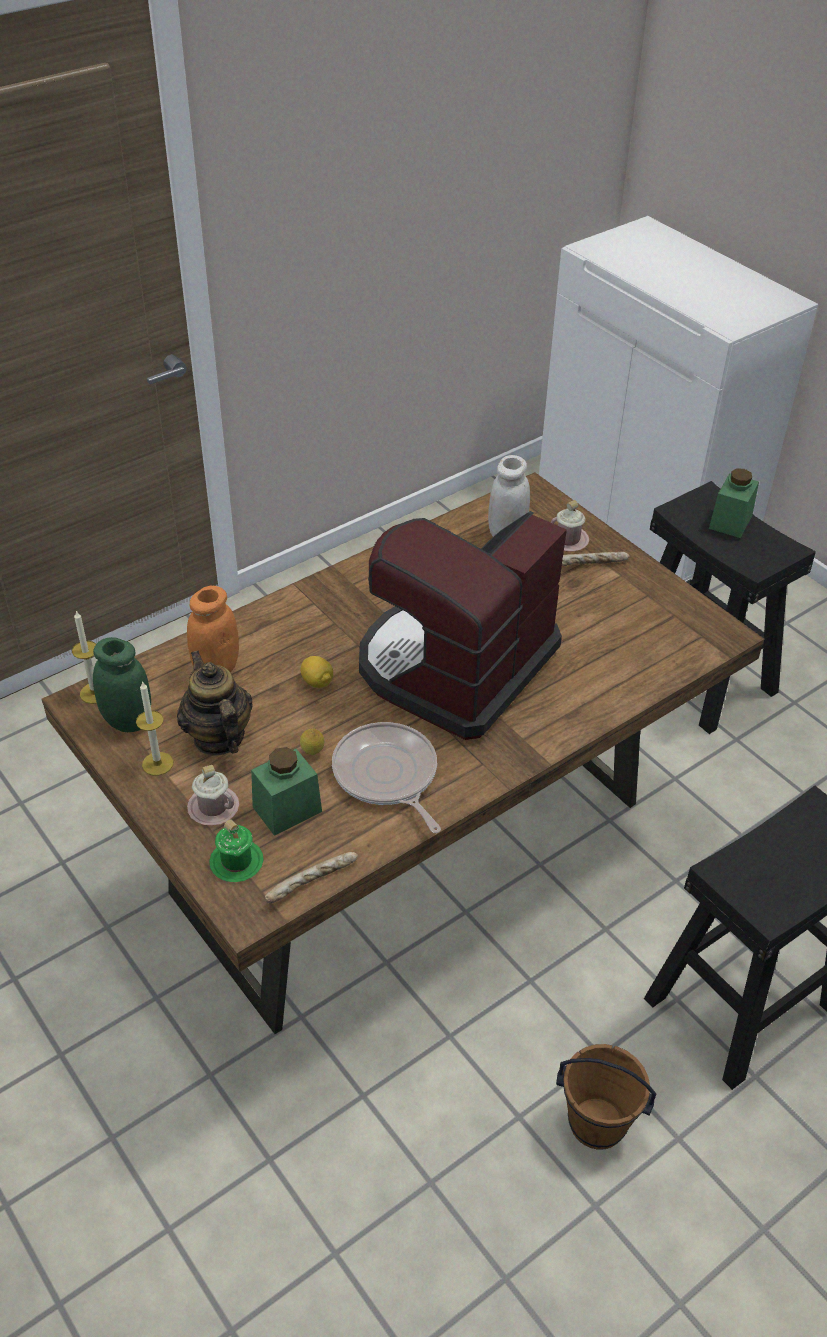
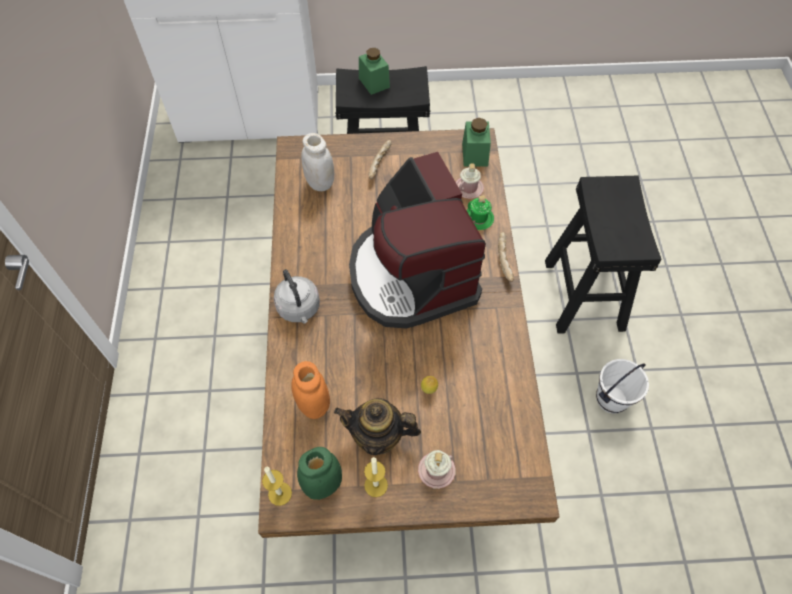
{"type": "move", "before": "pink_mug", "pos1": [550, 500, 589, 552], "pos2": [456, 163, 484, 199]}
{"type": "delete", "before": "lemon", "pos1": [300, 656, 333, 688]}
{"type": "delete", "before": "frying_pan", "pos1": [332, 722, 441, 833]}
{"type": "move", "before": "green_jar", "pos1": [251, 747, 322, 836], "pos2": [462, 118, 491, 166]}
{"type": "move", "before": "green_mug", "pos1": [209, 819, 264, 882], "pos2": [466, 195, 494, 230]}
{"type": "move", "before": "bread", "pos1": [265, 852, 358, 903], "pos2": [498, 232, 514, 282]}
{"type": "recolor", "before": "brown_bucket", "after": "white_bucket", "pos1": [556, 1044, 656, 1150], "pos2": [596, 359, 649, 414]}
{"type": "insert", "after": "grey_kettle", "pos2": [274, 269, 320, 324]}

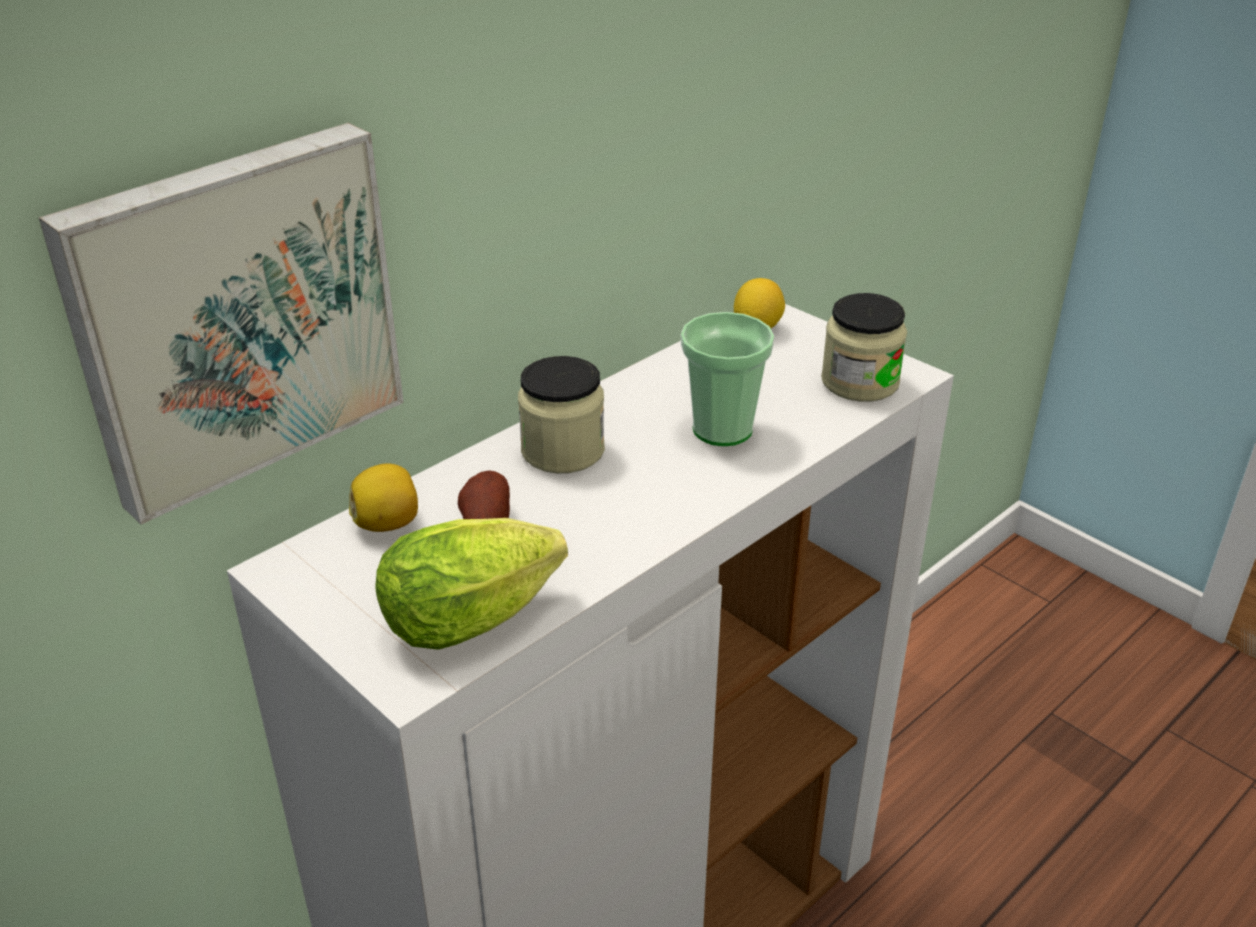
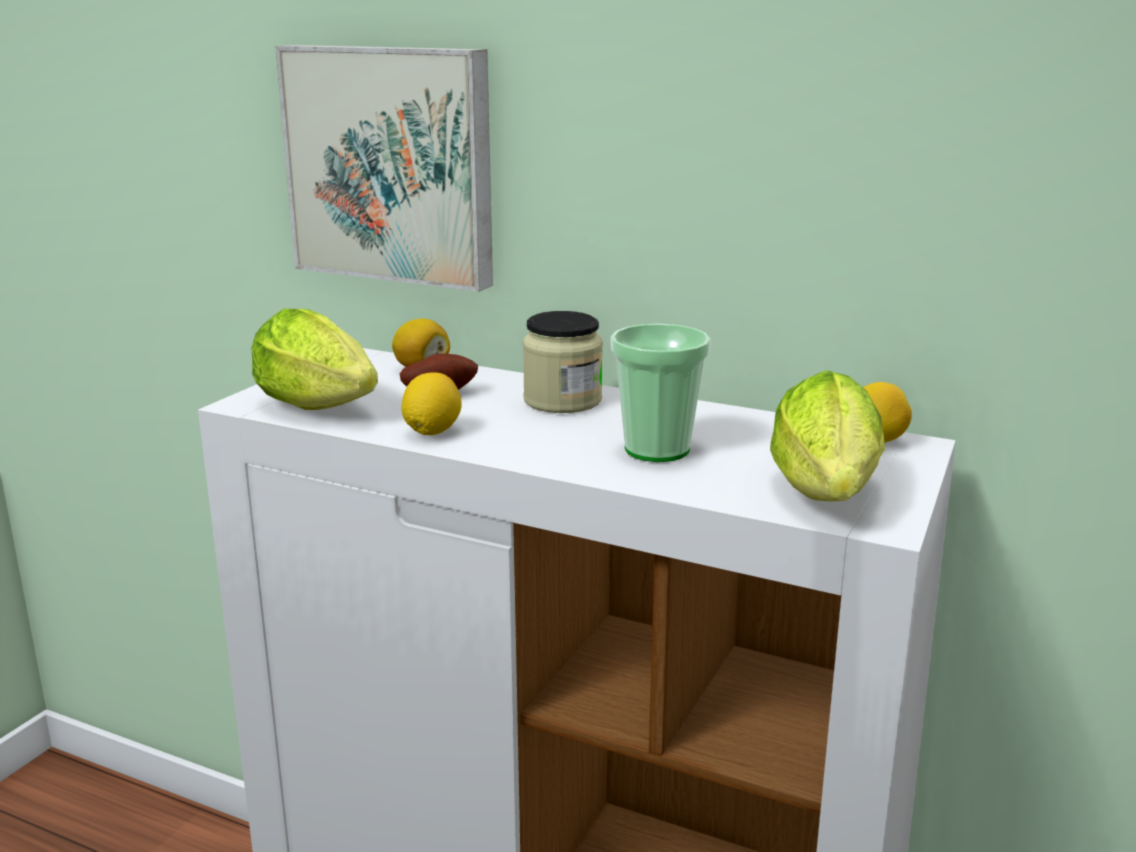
{"type": "replace", "before": "jar", "after": "lettuce", "pos1": [821, 293, 907, 402], "pos2": [770, 370, 885, 502]}
{"type": "insert", "after": "lemon", "pos2": [402, 372, 462, 435]}

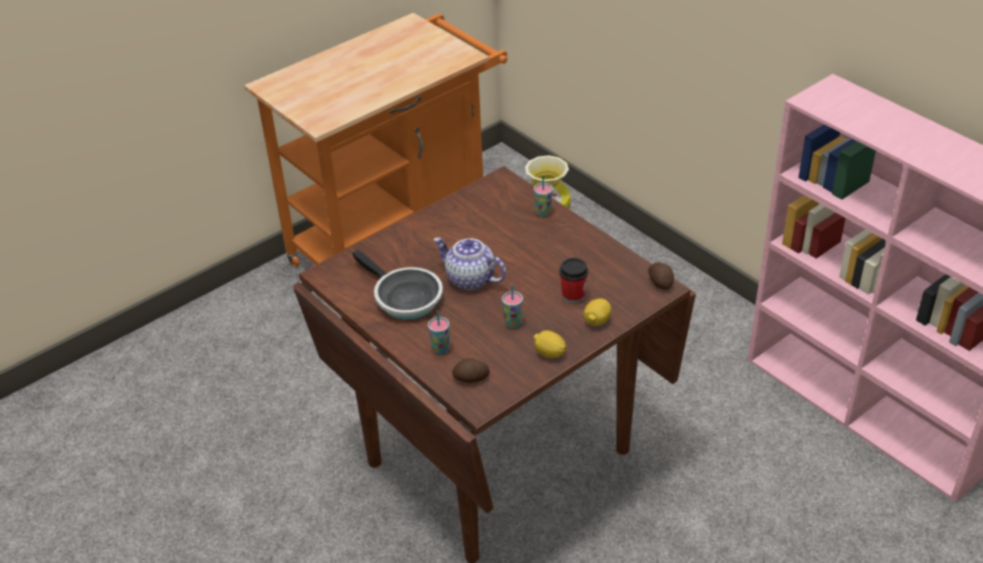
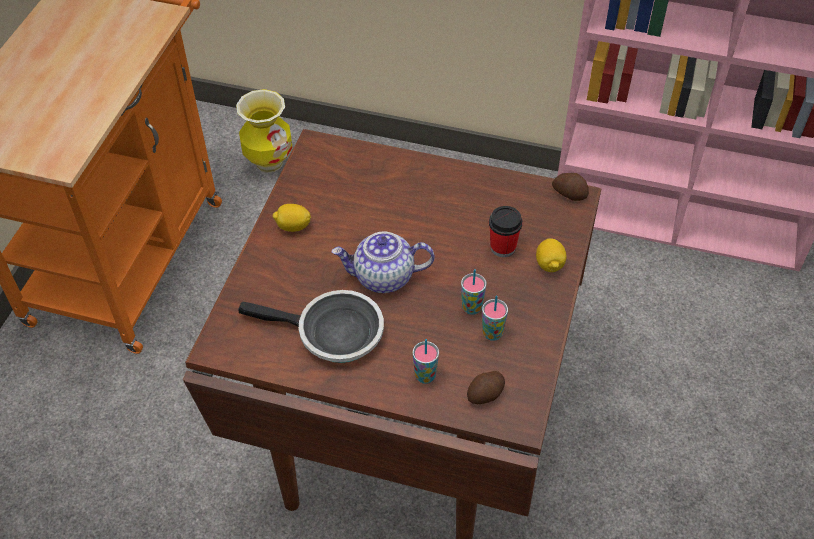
{"type": "move", "before": "cup", "pos1": [534, 176, 553, 217], "pos2": [482, 296, 508, 341]}
{"type": "move", "before": "lemon", "pos1": [534, 330, 566, 358], "pos2": [273, 204, 311, 232]}

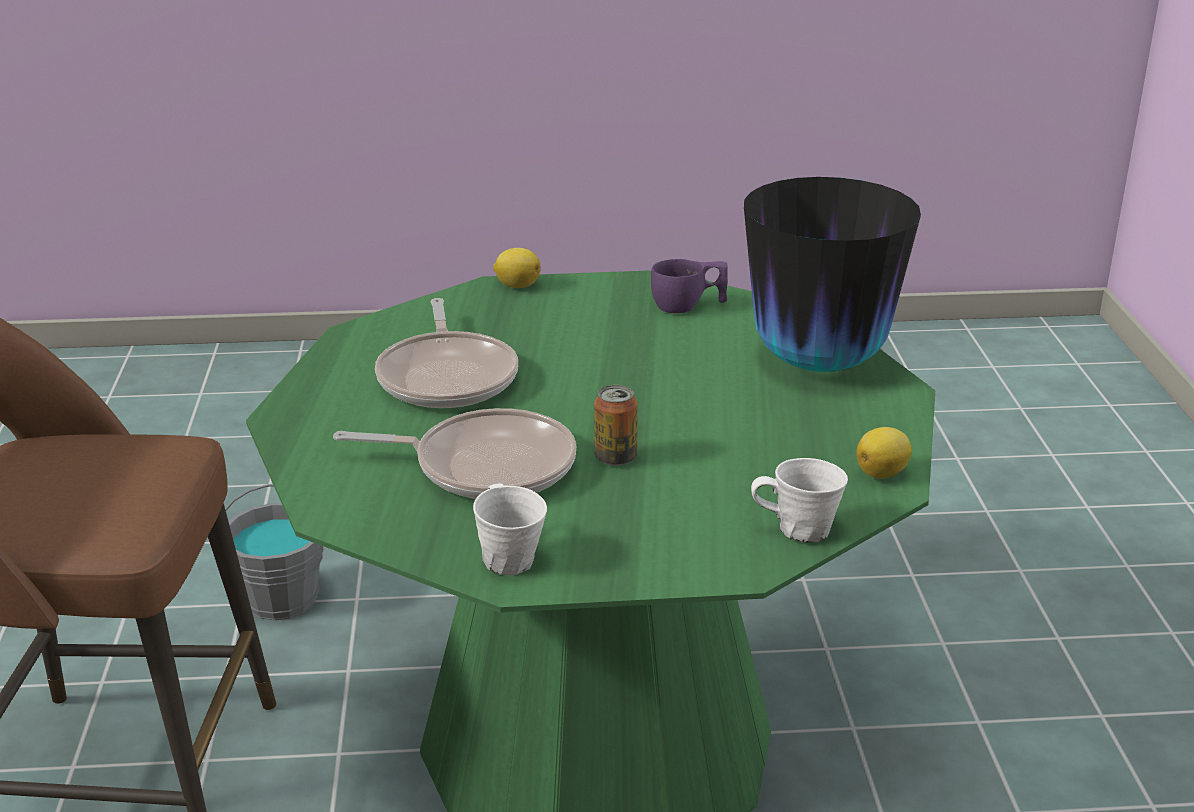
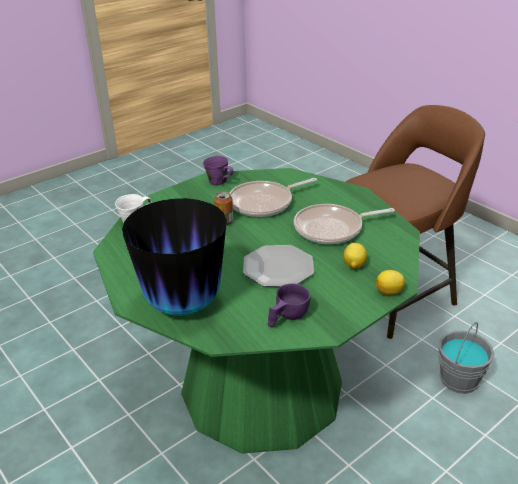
{"type": "rotate", "before": "frying_pan", "pos1": [375, 298, 518, 408], "pos2": [294, 204, 395, 244], "turn": -60}
{"type": "move", "before": "lemon", "pos1": [856, 427, 912, 479], "pos2": [343, 243, 367, 269]}
{"type": "recolor", "before": "white_mug", "after": "purple_mug", "pos1": [473, 483, 547, 575], "pos2": [203, 156, 234, 186]}
{"type": "insert", "after": "plate", "pos2": [243, 245, 314, 287]}

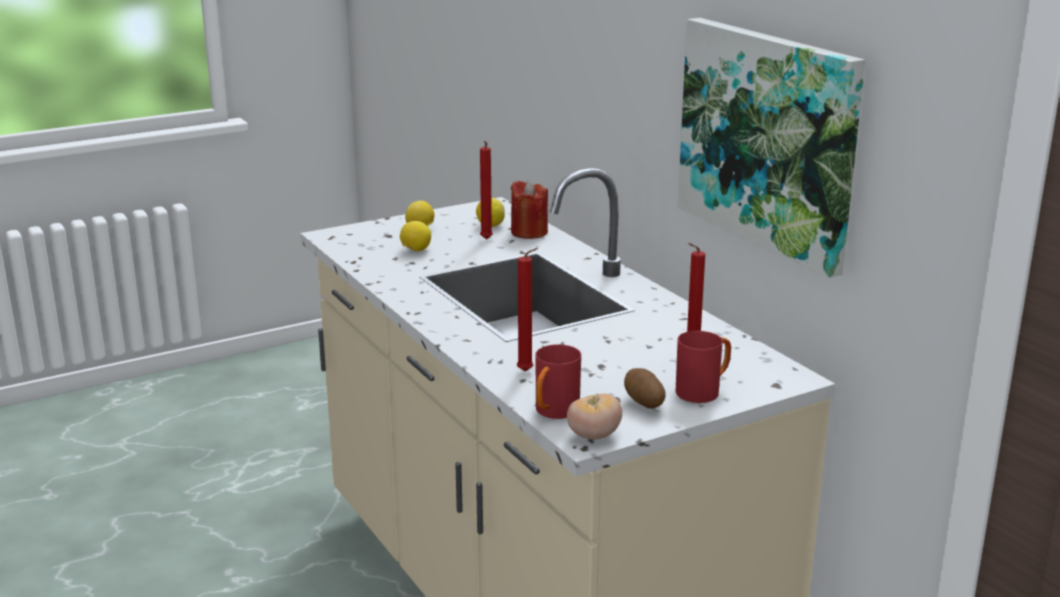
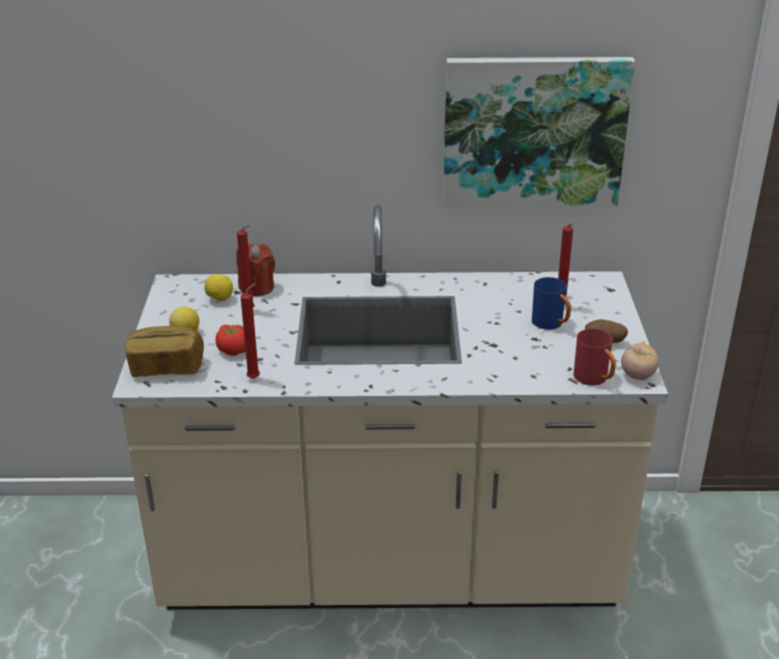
{"type": "replace", "before": "lemon", "after": "tomato", "pos1": [400, 221, 431, 252], "pos2": [216, 324, 246, 356]}
{"type": "move", "before": "red_candle", "pos1": [517, 248, 538, 371], "pos2": [241, 283, 260, 379]}
{"type": "delete", "before": "red_mug", "pos1": [675, 331, 731, 403]}
{"type": "insert", "after": "blue_mug", "pos2": [532, 277, 571, 330]}
{"type": "insert", "after": "bread", "pos2": [125, 326, 204, 377]}

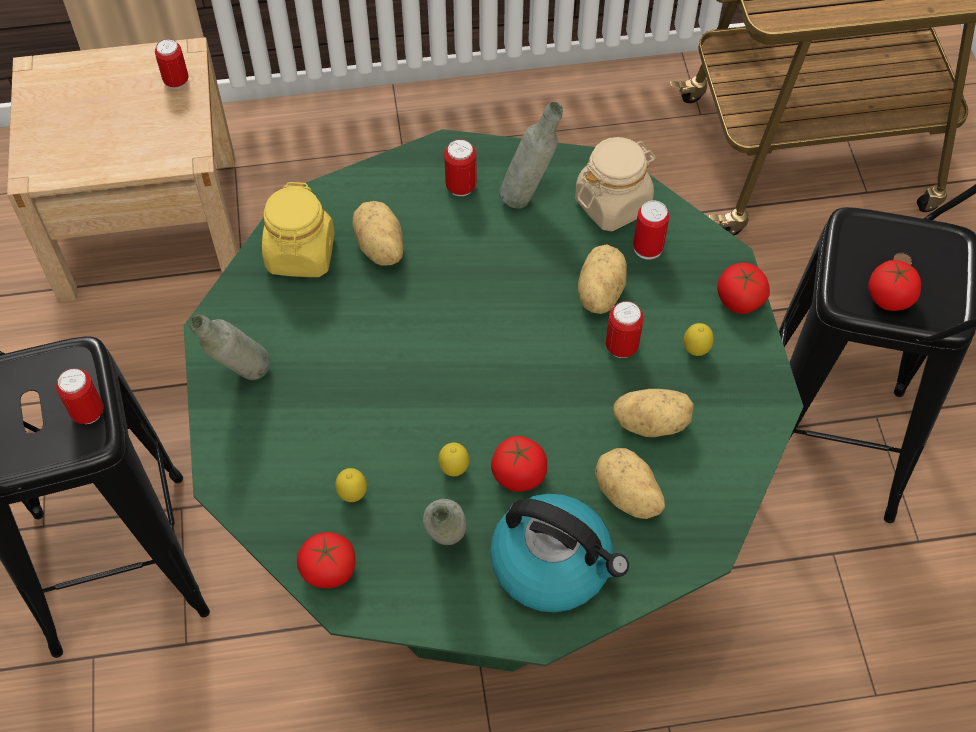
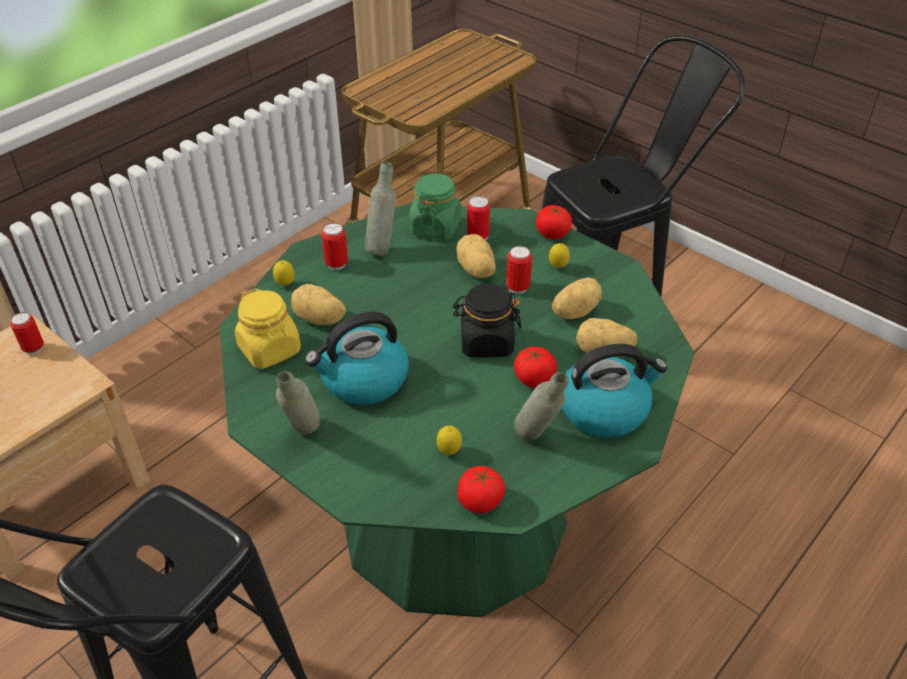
{"type": "recolor", "before": "beige_jar", "after": "green_jar", "pos1": [575, 137, 656, 231], "pos2": [409, 173, 461, 240]}
{"type": "delete", "before": "tomato", "pos1": [868, 260, 921, 311]}
{"type": "delete", "before": "can", "pos1": [56, 368, 103, 424]}
{"type": "move", "before": "lemon", "pos1": [438, 443, 469, 477], "pos2": [273, 260, 295, 286]}
{"type": "insert", "after": "black_jar", "pos2": [453, 283, 522, 358]}
{"type": "insert", "after": "kettle", "pos2": [305, 312, 409, 405]}

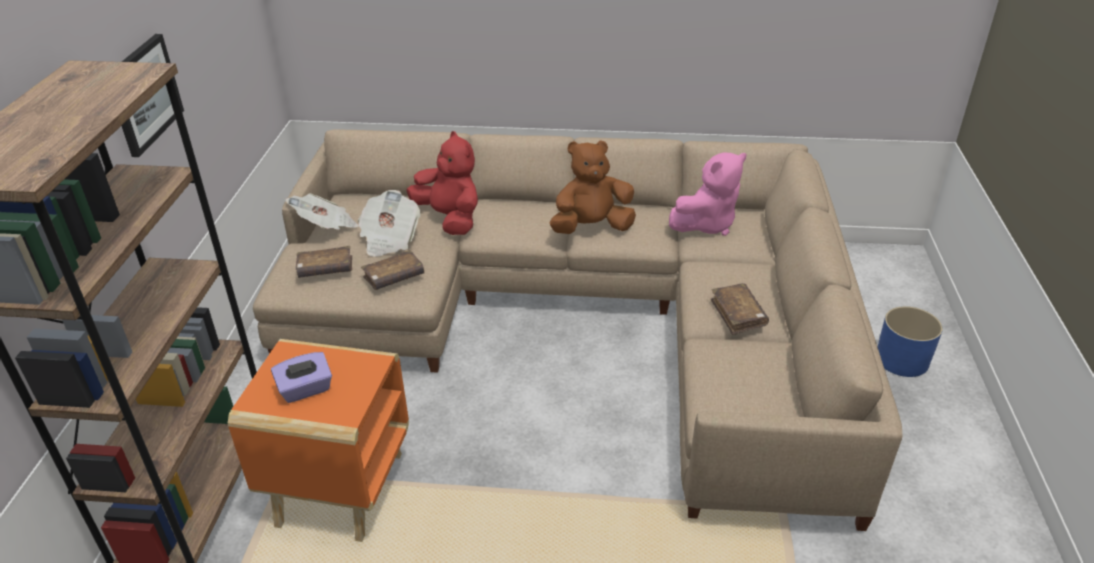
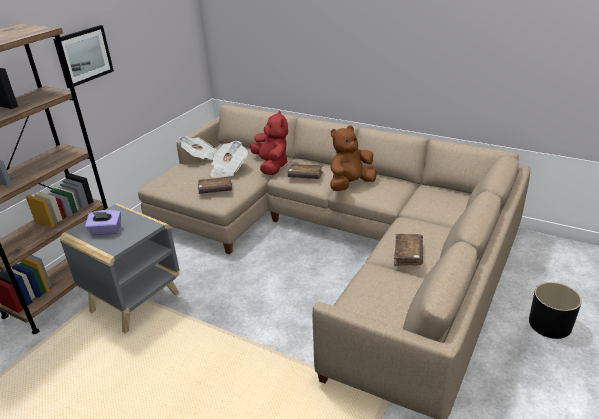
{"type": "rotate", "before": "brown_plush_toy", "pos1": [549, 140, 636, 234], "pos2": [330, 125, 377, 191], "turn": -45}
{"type": "delete", "before": "pink_plush_toy", "pos1": [669, 152, 746, 236]}
{"type": "move", "before": "brown_book", "pos1": [296, 246, 352, 278], "pos2": [287, 164, 323, 179]}
{"type": "recolor", "before": "blue_planter", "after": "black_planter", "pos1": [878, 306, 943, 377], "pos2": [529, 282, 582, 339]}
{"type": "recolor", "before": "orange_side_table", "after": "grey_side_table", "pos1": [228, 339, 409, 542], "pos2": [60, 204, 180, 333]}

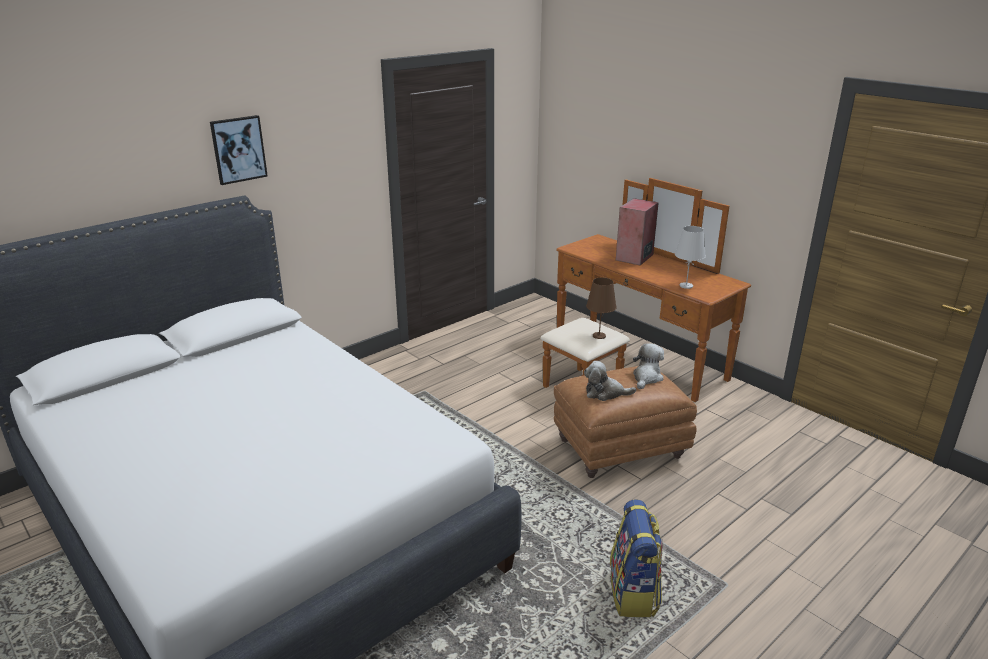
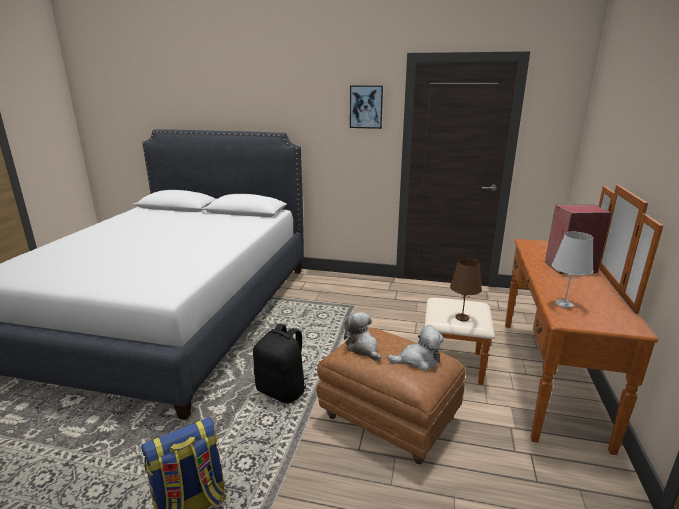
{"type": "move", "before": "picture", "pos1": [210, 115, 268, 185], "pos2": [350, 85, 383, 129]}
{"type": "insert", "after": "black_backpack", "pos2": [253, 323, 308, 403]}

